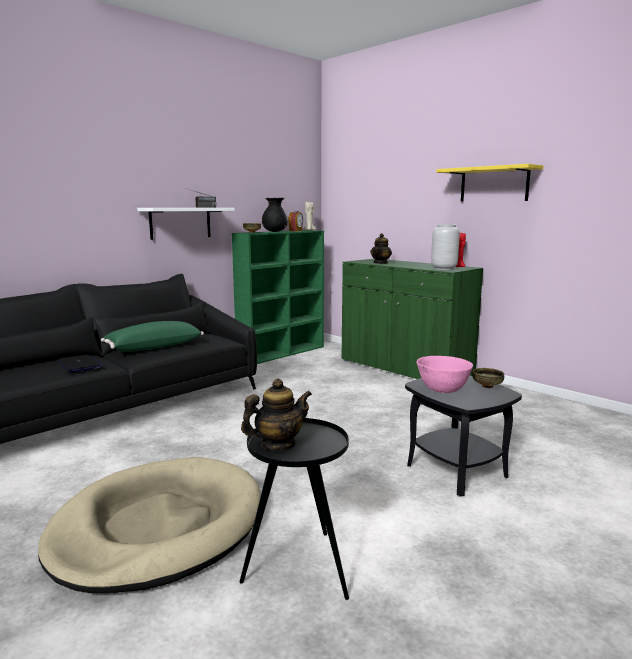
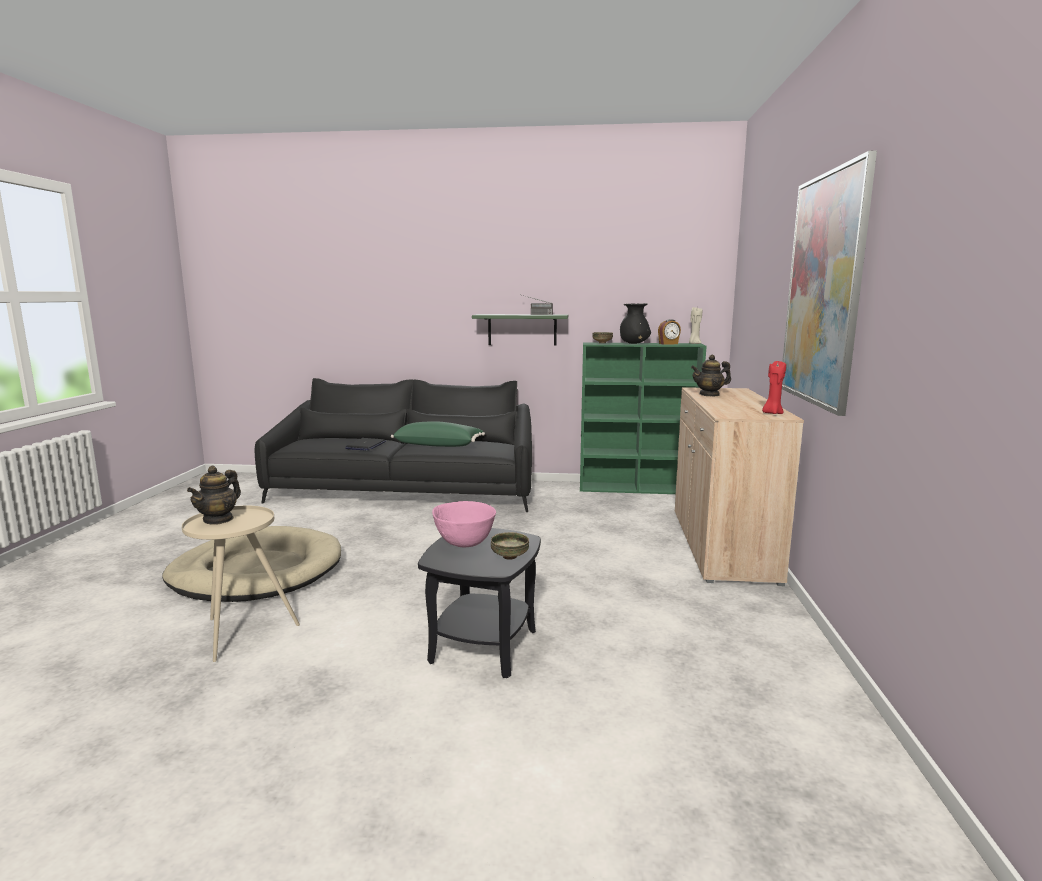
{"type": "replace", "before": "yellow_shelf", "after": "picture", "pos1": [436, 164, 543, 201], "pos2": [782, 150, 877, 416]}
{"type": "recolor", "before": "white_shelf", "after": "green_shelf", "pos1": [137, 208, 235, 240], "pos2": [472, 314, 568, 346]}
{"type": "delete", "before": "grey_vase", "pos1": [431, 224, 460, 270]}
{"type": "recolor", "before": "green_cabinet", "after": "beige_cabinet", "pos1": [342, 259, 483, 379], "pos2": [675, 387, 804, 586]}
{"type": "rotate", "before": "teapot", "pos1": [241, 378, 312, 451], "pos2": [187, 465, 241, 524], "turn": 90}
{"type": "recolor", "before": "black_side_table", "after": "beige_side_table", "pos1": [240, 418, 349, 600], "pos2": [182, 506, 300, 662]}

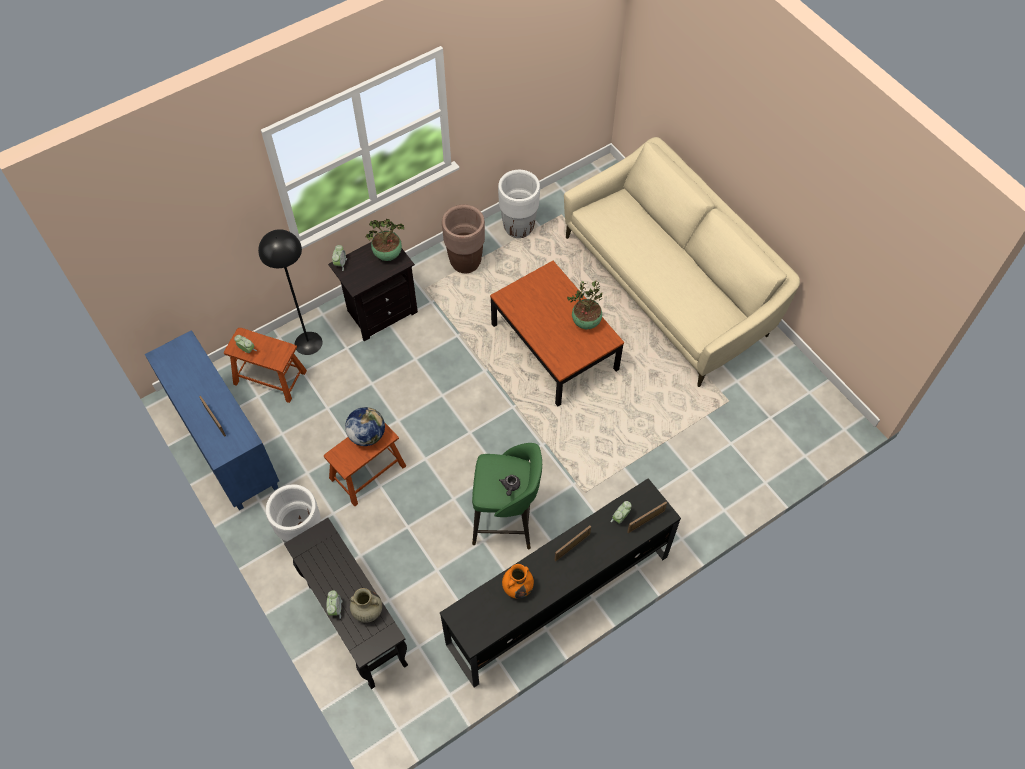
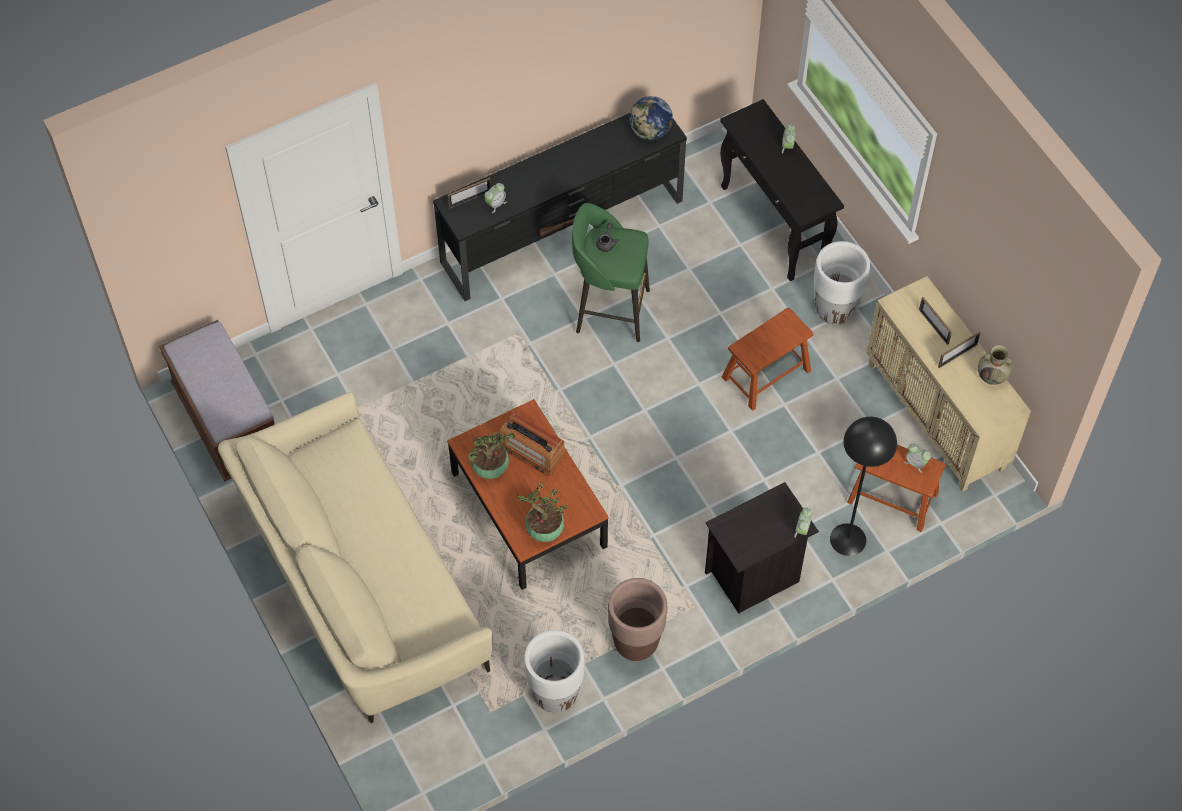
{"type": "move", "before": "potted_plant", "pos1": [365, 219, 404, 261], "pos2": [517, 483, 568, 542]}
{"type": "recolor", "before": "blue_cabinet", "after": "beige_cabinet", "pos1": [145, 330, 279, 510], "pos2": [866, 276, 1031, 492]}
{"type": "move", "before": "globe", "pos1": [345, 407, 385, 446], "pos2": [629, 96, 673, 140]}
{"type": "move", "before": "picture_frame", "pos1": [555, 525, 591, 561], "pos2": [938, 332, 981, 368]}
{"type": "delete", "before": "orange_vase", "pos1": [502, 564, 534, 599]}
{"type": "move", "before": "beige_vase", "pos1": [350, 588, 382, 623], "pos2": [978, 345, 1012, 385]}
{"type": "insert", "after": "brown_bench", "pos2": [159, 320, 275, 482]}
{"type": "insert", "after": "radio", "pos2": [500, 412, 565, 476]}

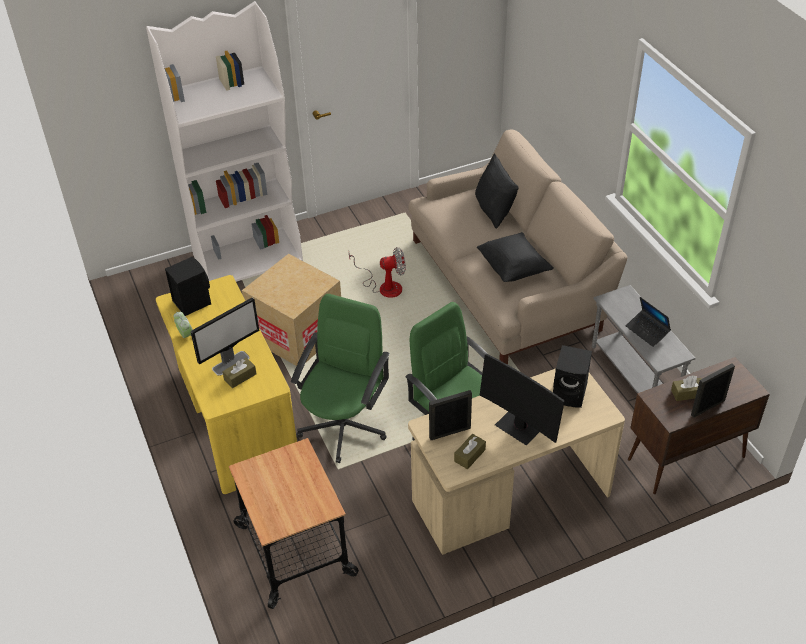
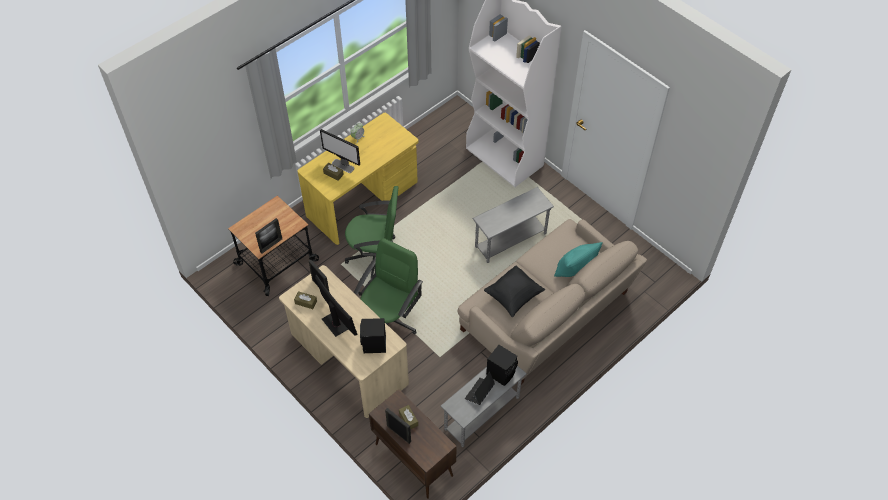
{"type": "recolor", "before": "black_pillow", "after": "turquoise_pillow", "pos1": [475, 153, 519, 229], "pos2": [554, 242, 603, 277]}
{"type": "replace", "before": "fan", "after": "grey_side_table", "pos1": [349, 247, 406, 298], "pos2": [473, 187, 554, 263]}
{"type": "delete", "before": "cardboard_box", "pos1": [242, 254, 341, 366]}
{"type": "move", "before": "black_speaker", "pos1": [165, 257, 211, 316], "pos2": [486, 345, 518, 386]}
{"type": "rotate", "before": "monitor", "pos1": [480, 354, 565, 445], "pos2": [315, 275, 358, 337], "turn": 120}
{"type": "insert", "after": "picture_frame", "pos2": [255, 218, 282, 253]}

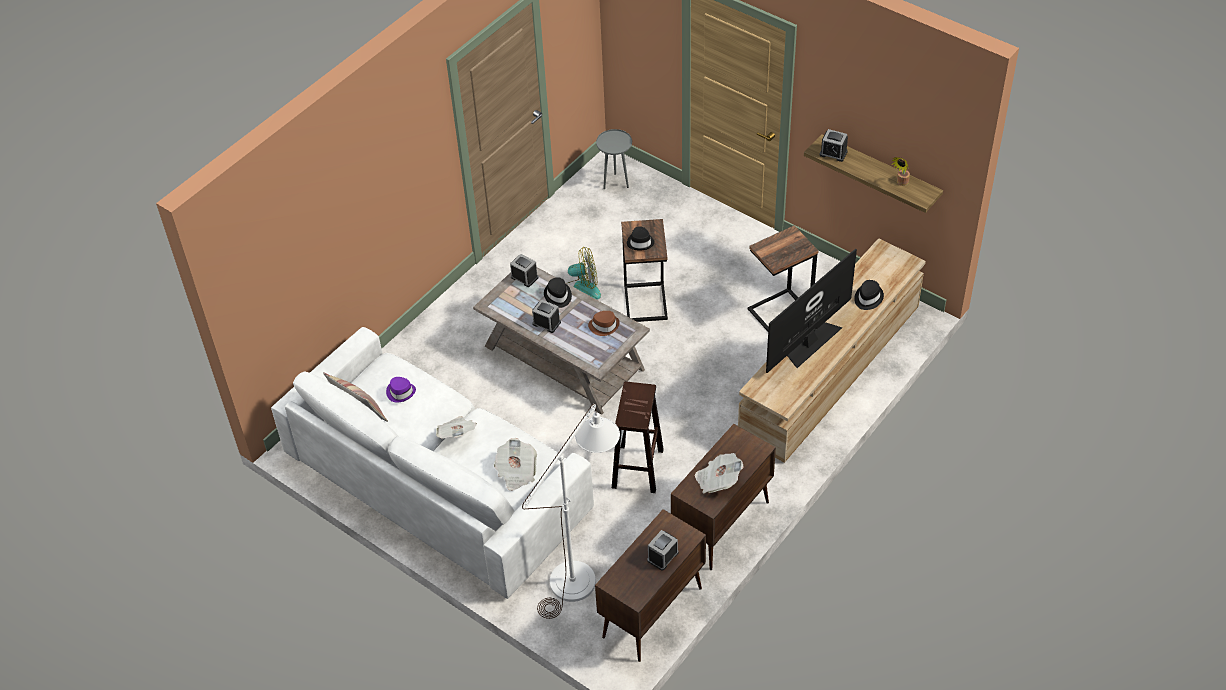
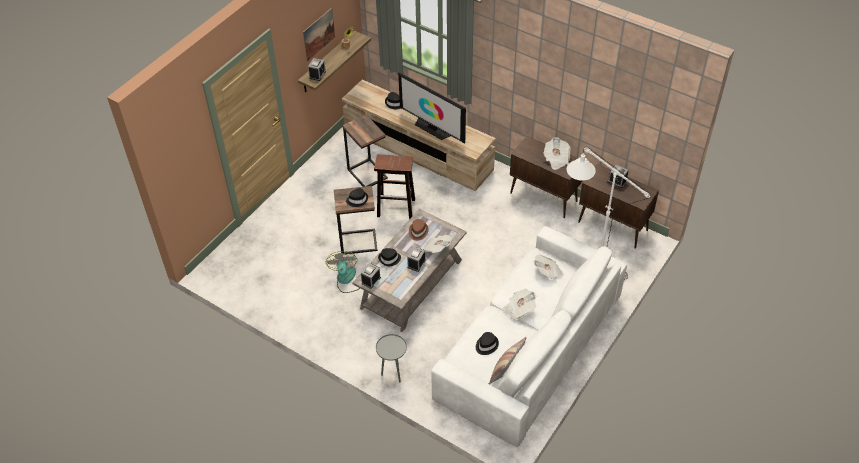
{"type": "move", "before": "grey_side_table", "pos1": [596, 129, 632, 189], "pos2": [376, 334, 407, 382]}
{"type": "recolor", "before": "purple_hat", "after": "black_hat", "pos1": [386, 377, 416, 403], "pos2": [476, 332, 499, 355]}
{"type": "move", "before": "brown_stool", "pos1": [612, 381, 664, 493], "pos2": [374, 154, 415, 219]}
{"type": "insert", "after": "picture", "pos2": [303, 8, 335, 61]}
{"type": "insert", "after": "newspaper", "pos2": [423, 235, 452, 253]}

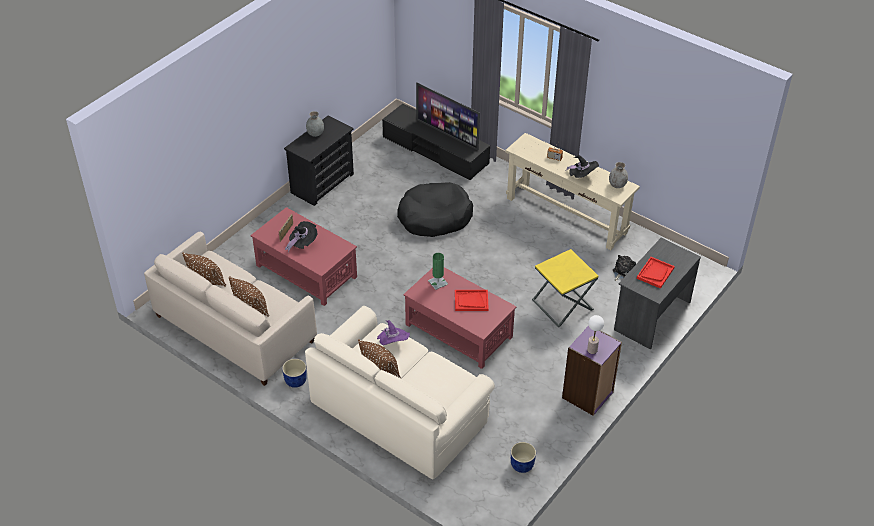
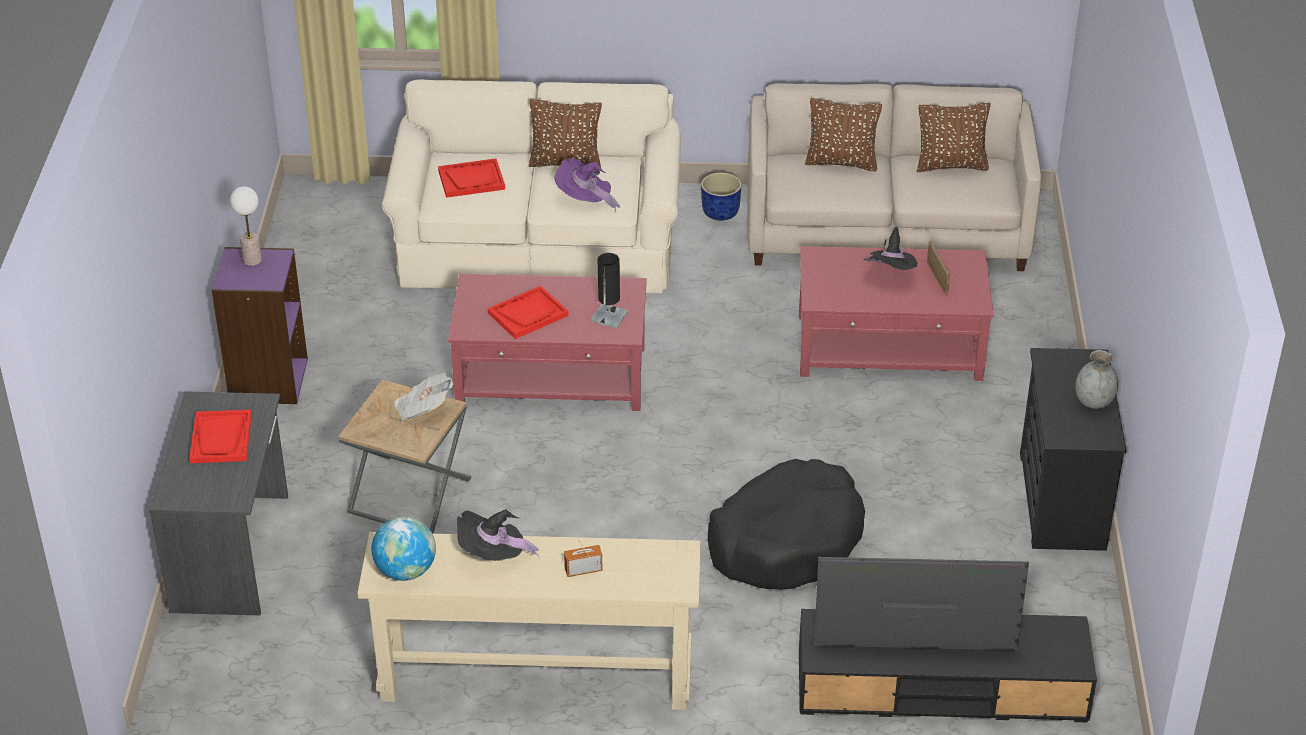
{"type": "replace", "before": "grey_vase", "after": "globe", "pos1": [609, 162, 628, 188], "pos2": [371, 516, 436, 581]}
{"type": "recolor", "before": "yellow_side_table", "after": "brown_side_table", "pos1": [532, 249, 598, 327], "pos2": [338, 380, 471, 534]}
{"type": "recolor", "before": "green_table_lamp", "after": "black_table_lamp", "pos1": [428, 253, 448, 290], "pos2": [590, 253, 628, 329]}
{"type": "delete", "before": "plush_toy", "pos1": [613, 255, 636, 281]}
{"type": "delete", "before": "blue_planter", "pos1": [511, 442, 536, 473]}
{"type": "insert", "after": "red_tray", "pos2": [438, 158, 505, 198]}
{"type": "insert", "after": "newspaper", "pos2": [394, 373, 453, 421]}

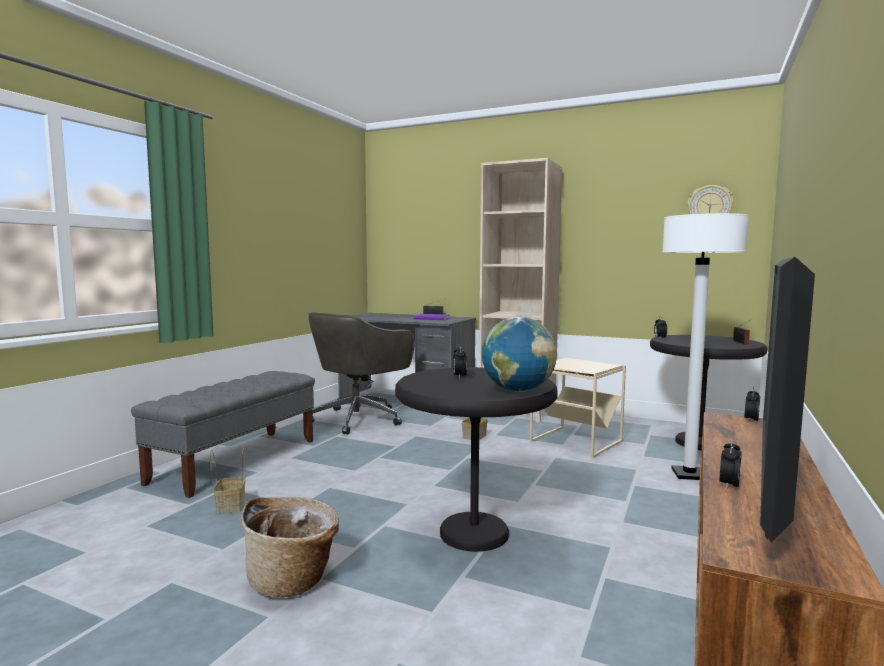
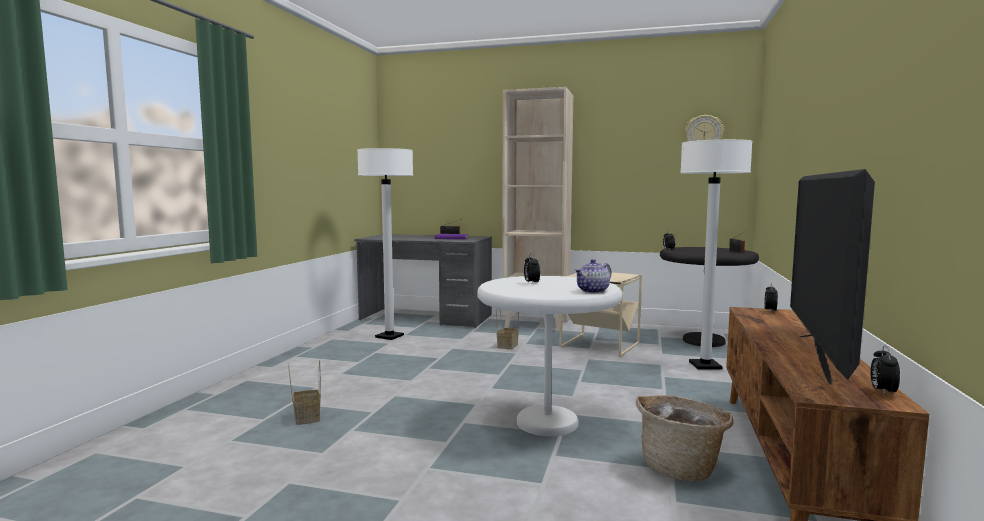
{"type": "replace", "before": "grey_office_chair", "after": "white_floor_lamp", "pos1": [308, 312, 415, 435], "pos2": [357, 148, 413, 340]}
{"type": "replace", "before": "globe", "after": "teapot", "pos1": [482, 317, 557, 392], "pos2": [574, 259, 611, 293]}
{"type": "recolor", "before": "black_side_table", "after": "white_side_table", "pos1": [395, 367, 558, 552], "pos2": [477, 276, 622, 436]}
{"type": "delete", "before": "grey_bench", "pos1": [131, 371, 315, 498]}
{"type": "move", "before": "alarm_clock", "pos1": [720, 438, 742, 490], "pos2": [871, 345, 900, 396]}
{"type": "move", "before": "basket", "pos1": [241, 497, 339, 598], "pos2": [635, 395, 734, 482]}

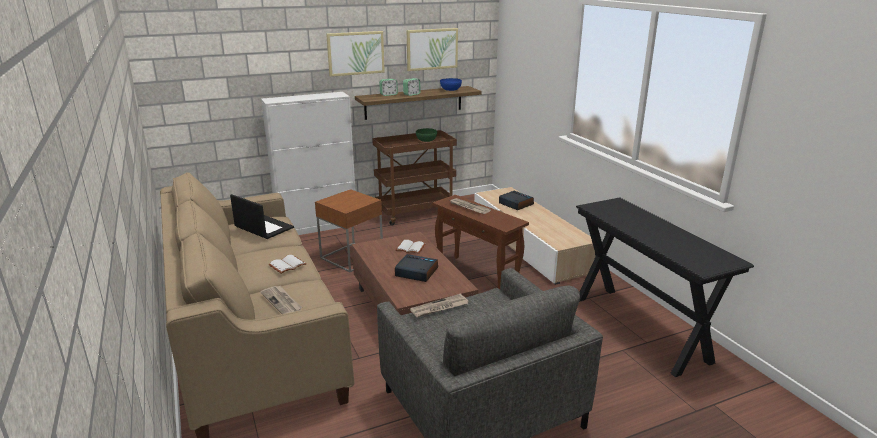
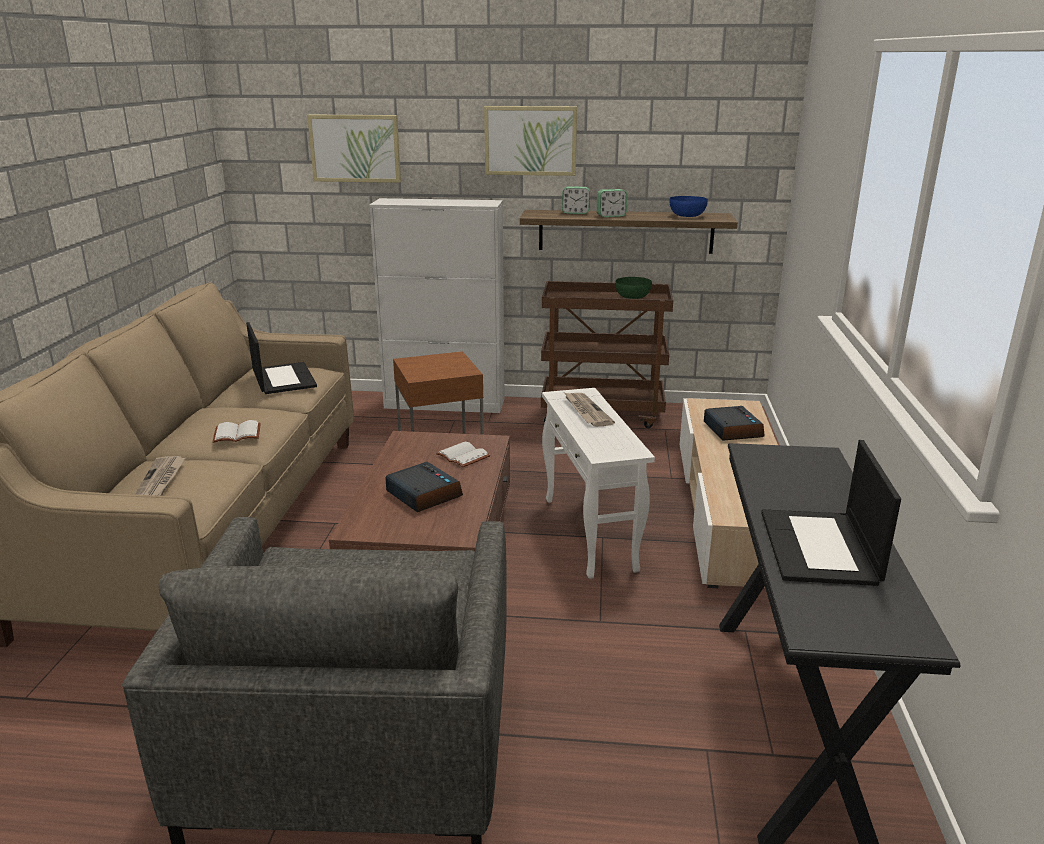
{"type": "move", "before": "picture", "pos1": [407, 28, 458, 71], "pos2": [307, 115, 401, 183]}
{"type": "recolor", "before": "brown_side_table", "after": "white_side_table", "pos1": [433, 195, 529, 289], "pos2": [542, 388, 655, 579]}
{"type": "delete", "before": "newspaper", "pos1": [410, 294, 469, 318]}
{"type": "insert", "after": "laptop", "pos2": [761, 440, 901, 586]}

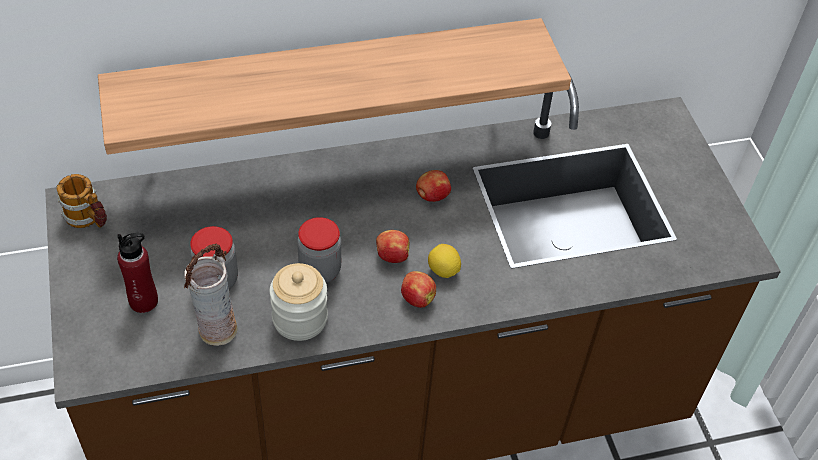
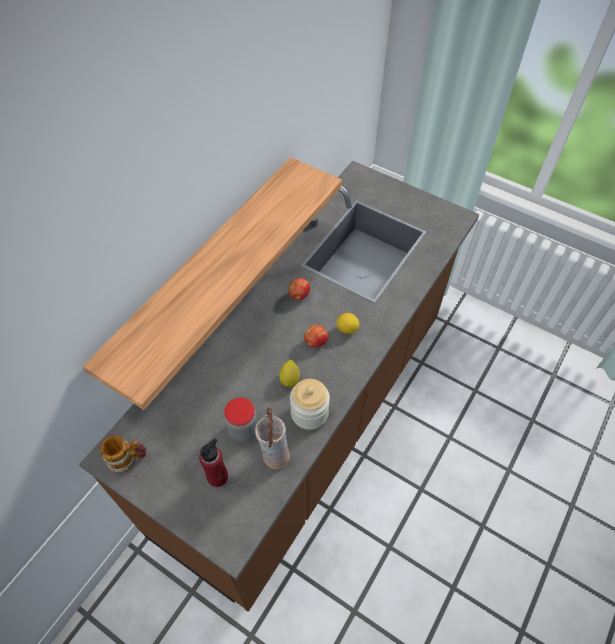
{"type": "replace", "before": "jar", "after": "lemon", "pos1": [297, 217, 341, 283], "pos2": [279, 360, 300, 387]}
{"type": "delete", "before": "apple", "pos1": [401, 271, 436, 308]}

